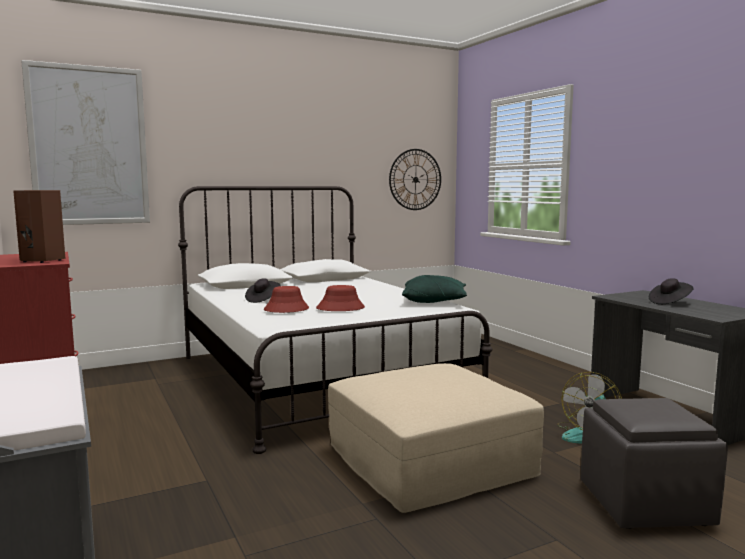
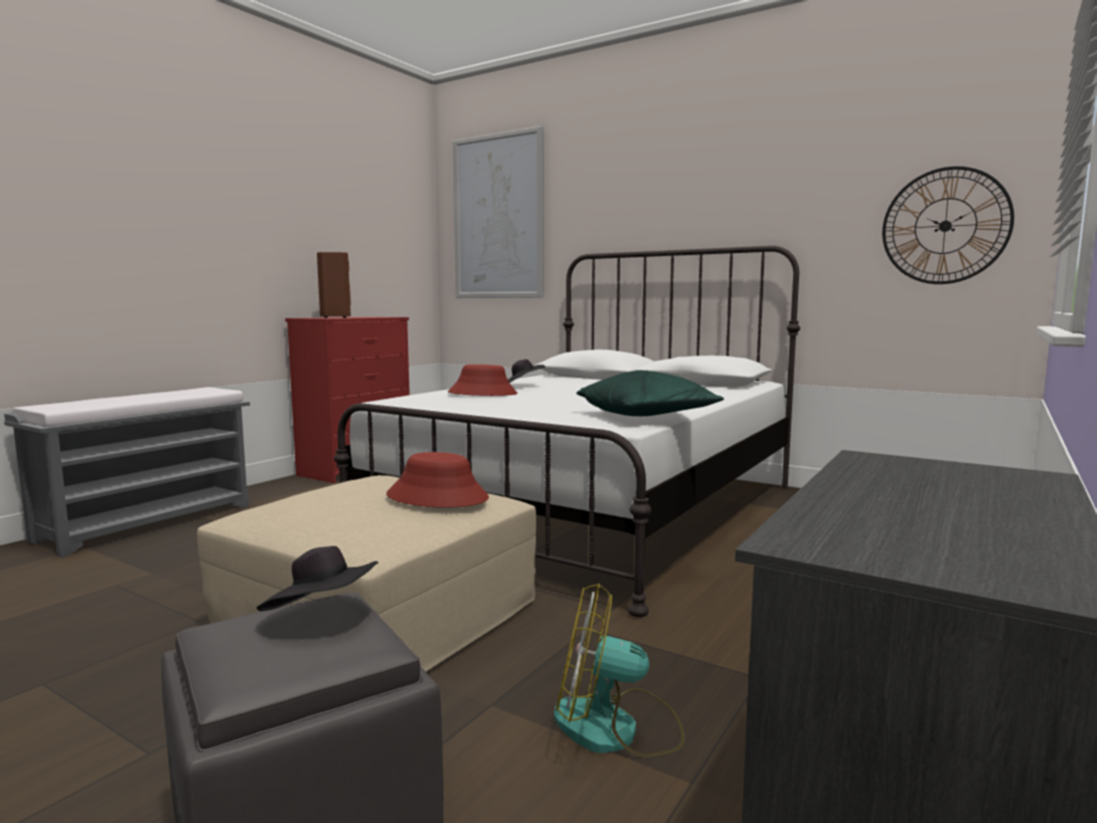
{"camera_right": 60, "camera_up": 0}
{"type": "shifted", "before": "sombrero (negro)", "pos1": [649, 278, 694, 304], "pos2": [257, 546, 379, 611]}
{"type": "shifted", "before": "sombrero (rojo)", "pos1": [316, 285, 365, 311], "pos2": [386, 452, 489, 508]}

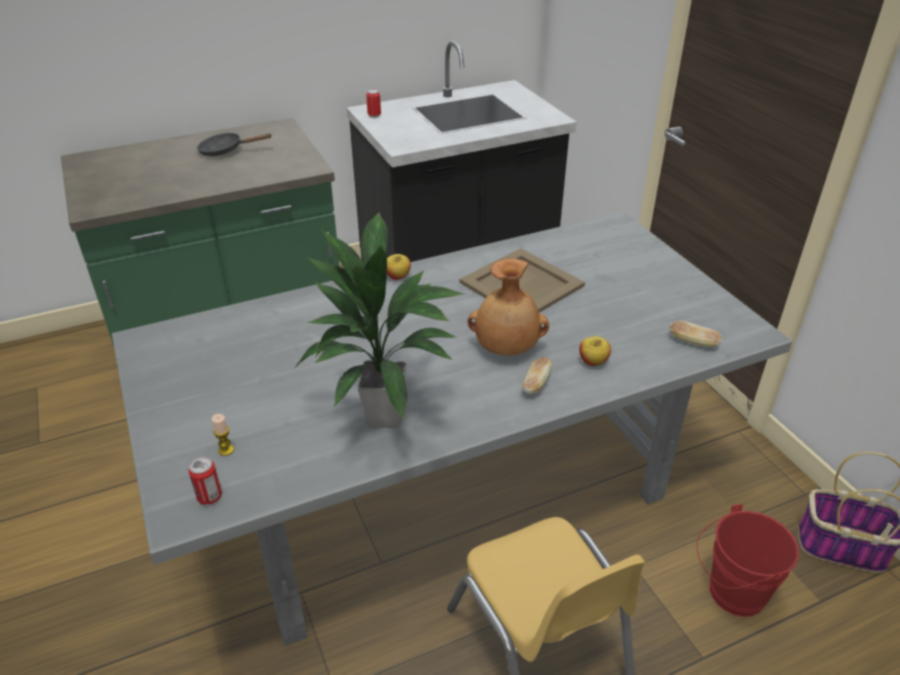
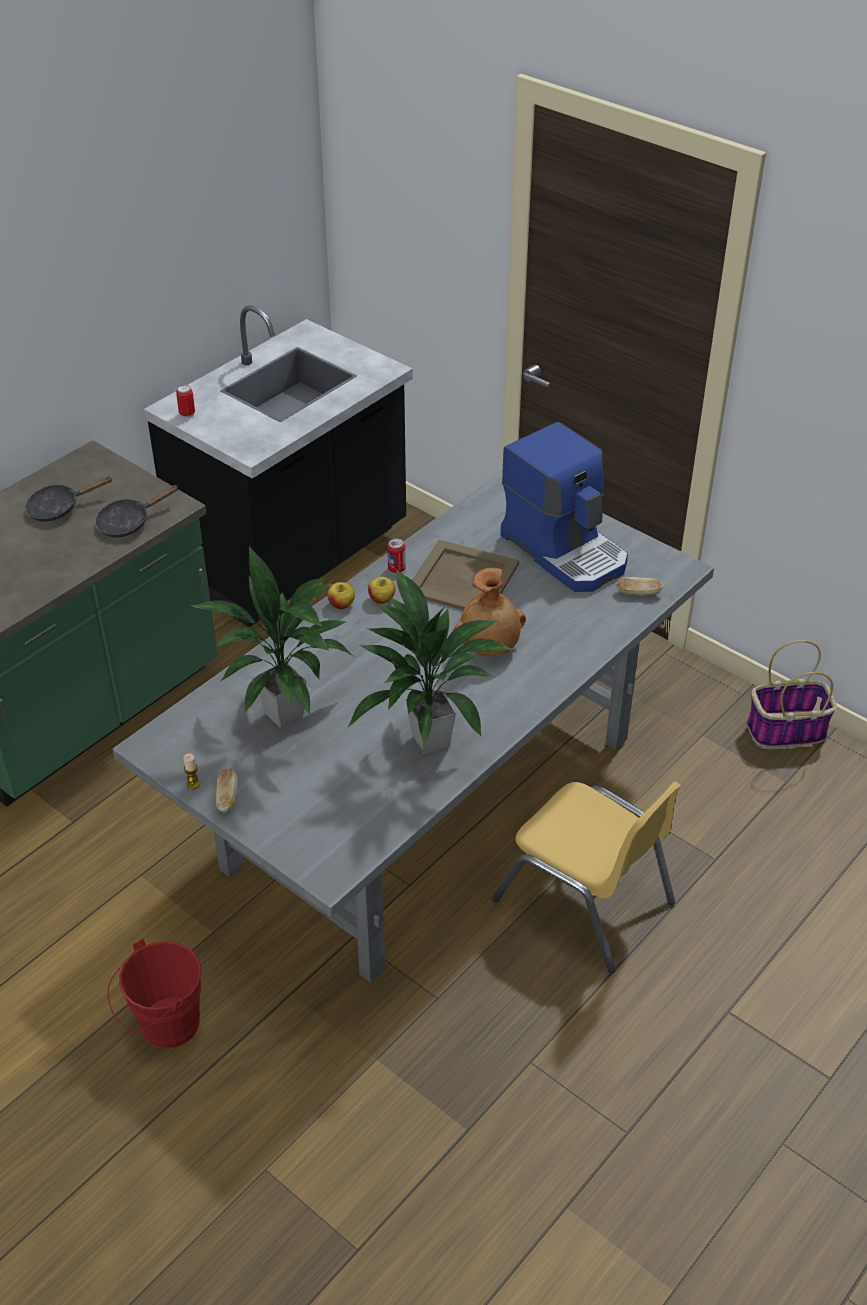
{"camera_right": -25, "camera_up": 5}
{"type": "shifted", "before": "manzana", "pos1": [579, 336, 611, 366], "pos2": [368, 577, 396, 604]}
{"type": "shifted", "before": "pan", "pos1": [522, 357, 552, 394], "pos2": [216, 768, 238, 812]}
{"type": "shifted", "before": "vela", "pos1": [212, 414, 234, 456], "pos2": [183, 753, 200, 789]}
{"type": "shifted", "before": "lata", "pos1": [188, 457, 222, 505], "pos2": [387, 538, 406, 573]}
{"type": "shifted", "before": "cubo (rojo)", "pos1": [696, 504, 799, 617], "pos2": [107, 939, 201, 1049]}
{"type": "new", "after": "cafetera", "pos2": [500, 422, 628, 592]}
{"type": "new", "after": "sartén (negro)", "pos2": [95, 485, 179, 538]}
{"type": "new", "after": "planta en maceta", "pos2": [190, 546, 353, 728]}

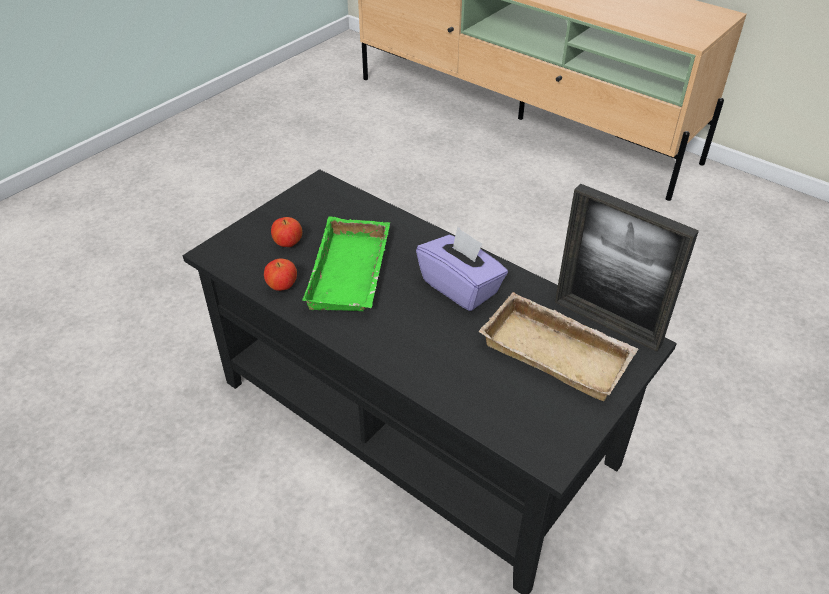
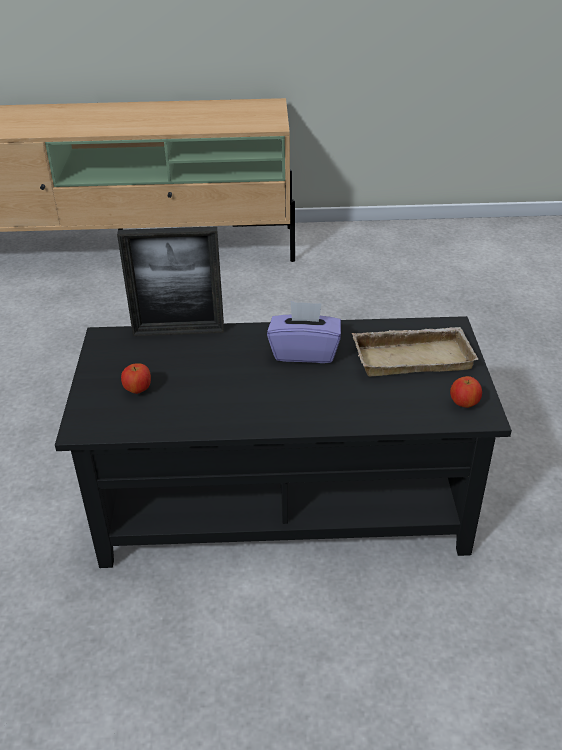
{"camera_right": -40, "camera_up": -5}
{"type": "shifted", "before": "portarretratos", "pos1": [555, 184, 699, 352], "pos2": [117, 226, 224, 336]}
{"type": "gone", "before": "bandeja (verde)", "pos1": [302, 217, 390, 311]}
{"type": "shifted", "before": "manzana", "pos1": [264, 258, 297, 291], "pos2": [450, 376, 482, 408]}

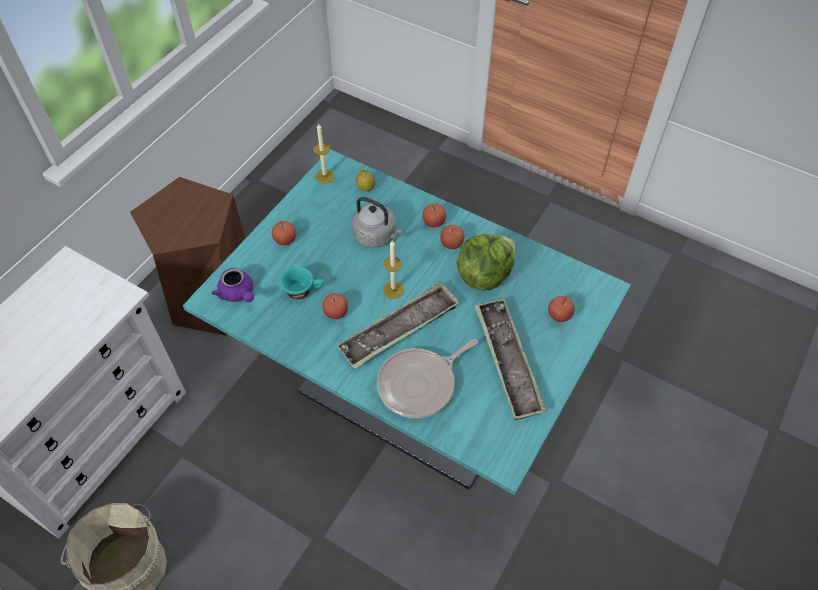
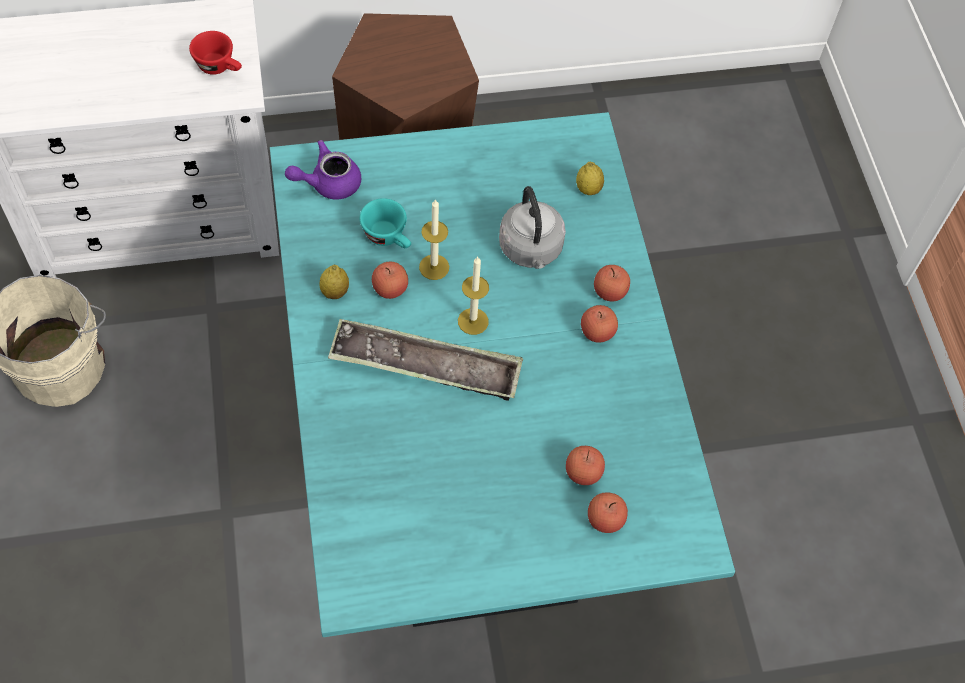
{"camera_right": 45, "camera_up": 5}
{"type": "shifted", "before": "vela", "pos1": [313, 123, 335, 184], "pos2": [419, 199, 449, 280]}
{"type": "shifted", "before": "manzana", "pos1": [272, 221, 296, 245], "pos2": [566, 446, 605, 485]}
{"type": "gone", "before": "lechuga", "pos1": [457, 234, 515, 290]}
{"type": "rotated", "before": "tetera (morado)", "pos1": [212, 268, 254, 302], "pos2": [285, 140, 361, 200], "turn": 60}
{"type": "gone", "before": "bandeja", "pos1": [475, 299, 547, 420]}
{"type": "gone", "before": "sartén", "pos1": [377, 339, 478, 418]}
{"type": "new", "after": "taza (rojo)", "pos2": [189, 31, 242, 75]}
{"type": "new", "after": "limón", "pos2": [320, 265, 349, 299]}

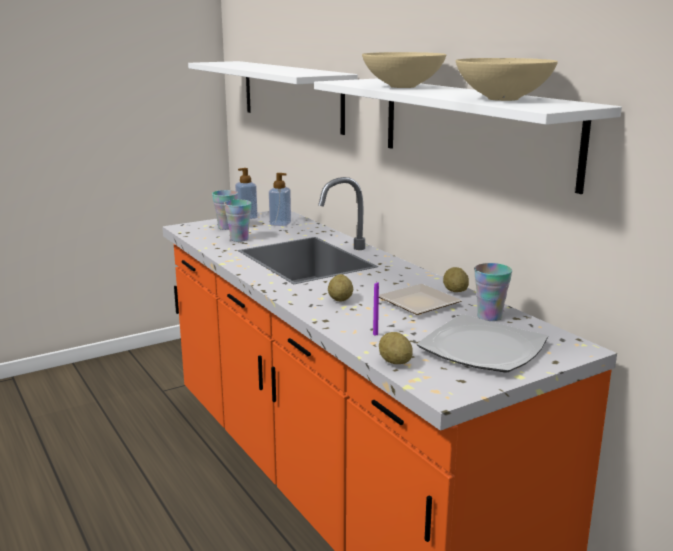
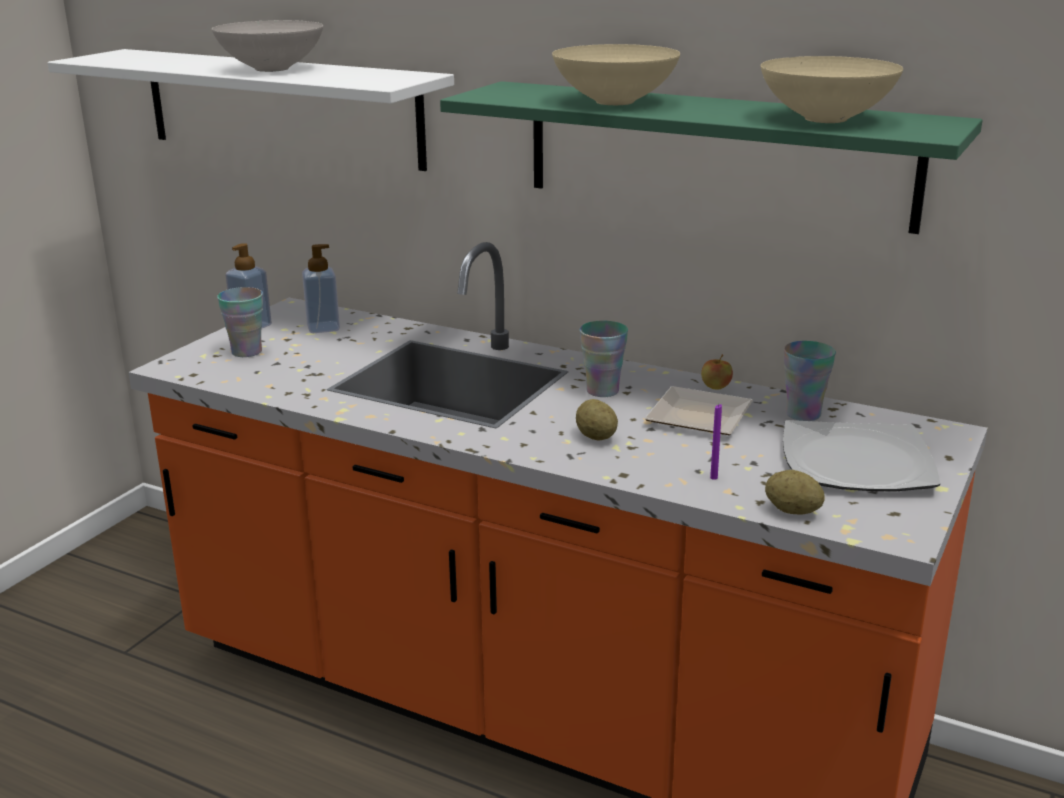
{"camera_right": -30, "camera_up": 5}
{"type": "repainted", "before": "estante (blanco)", "after": "estante (verde)", "pos1": [314, 79, 622, 194], "pos2": [440, 81, 983, 234]}
{"type": "shifted", "before": "taza", "pos1": [224, 200, 252, 242], "pos2": [580, 321, 628, 397]}
{"type": "swapped", "before": "patata", "after": "manzana", "pos1": [443, 267, 469, 292], "pos2": [701, 354, 733, 390]}
{"type": "new", "after": "cuenco (blanco)", "pos2": [212, 20, 323, 72]}

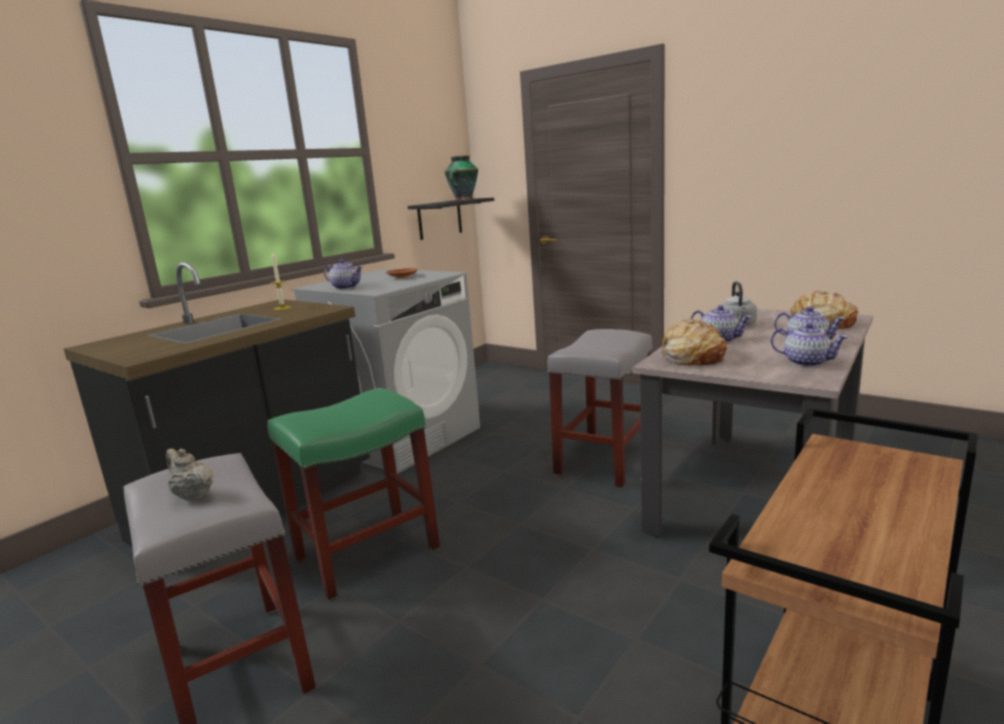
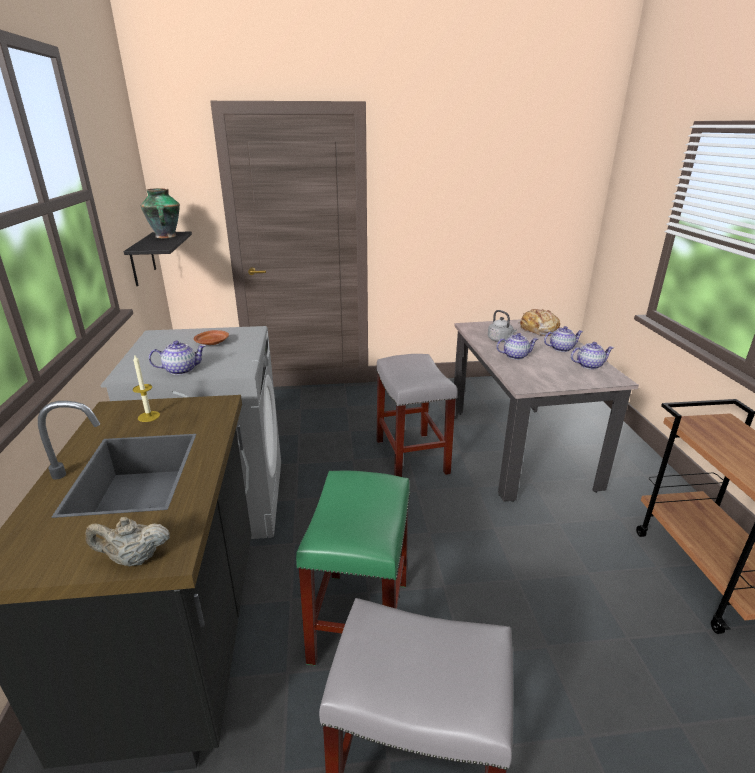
{"camera_right": -45, "camera_up": 10}
{"type": "gone", "before": "pan", "pos1": [660, 319, 727, 365]}
{"type": "shifted", "before": "tetera (beis)", "pos1": [166, 448, 213, 501], "pos2": [85, 517, 170, 566]}

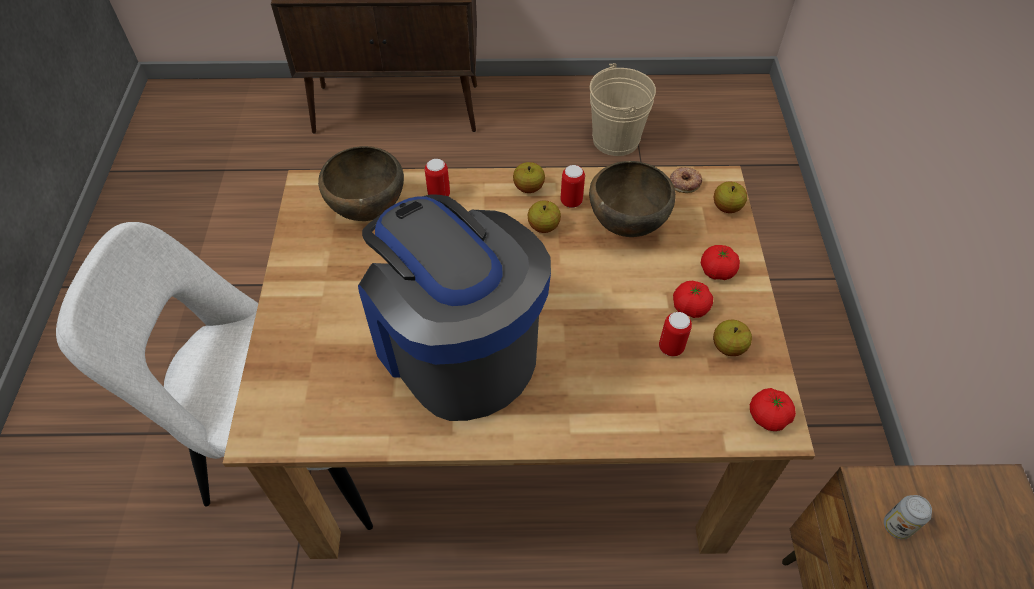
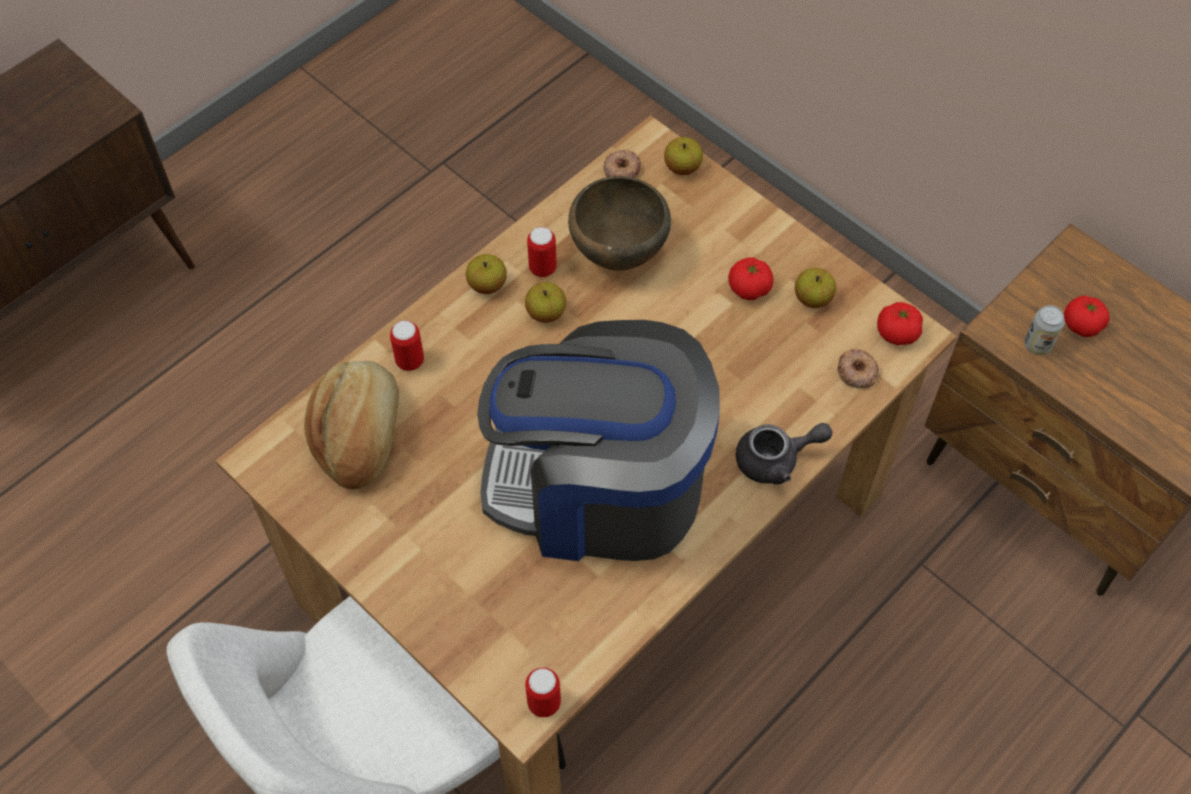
{"camera_right": -45, "camera_up": 5}
{"type": "gone", "before": "cubo (beis)", "pos1": [590, 63, 656, 156]}
{"type": "swapped", "before": "cuenco (marrón)", "after": "pan", "pos1": [318, 146, 404, 221], "pos2": [304, 361, 399, 490]}
{"type": "shifted", "before": "tomate", "pos1": [701, 245, 740, 280], "pos2": [1064, 295, 1110, 337]}
{"type": "shifted", "before": "lata", "pos1": [659, 312, 692, 356], "pos2": [525, 668, 561, 717]}
{"type": "new", "after": "rosquilla", "pos2": [837, 349, 879, 389]}
{"type": "new", "after": "tetera (gris)", "pos2": [736, 423, 833, 485]}

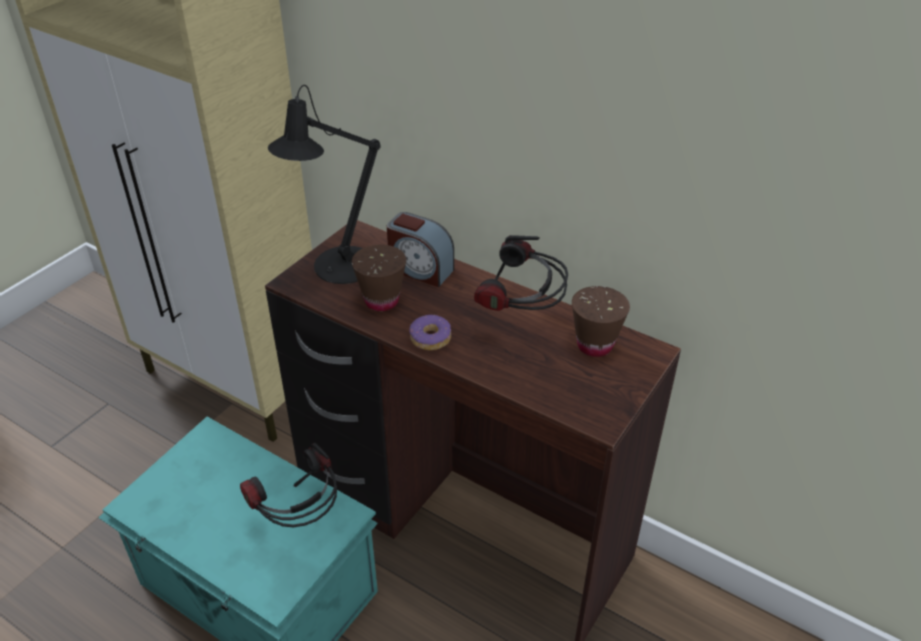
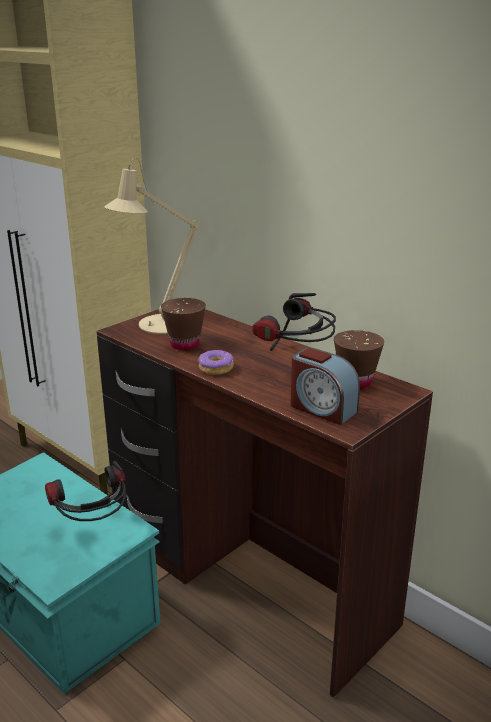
{"camera_right": 10, "camera_up": -15}
{"type": "repainted", "before": "lámpara de mesa (negro)", "after": "lámpara de mesa (beis)", "pos1": [268, 85, 381, 284], "pos2": [104, 157, 199, 334]}
{"type": "shifted", "before": "despertador", "pos1": [387, 212, 454, 287], "pos2": [290, 348, 360, 425]}

